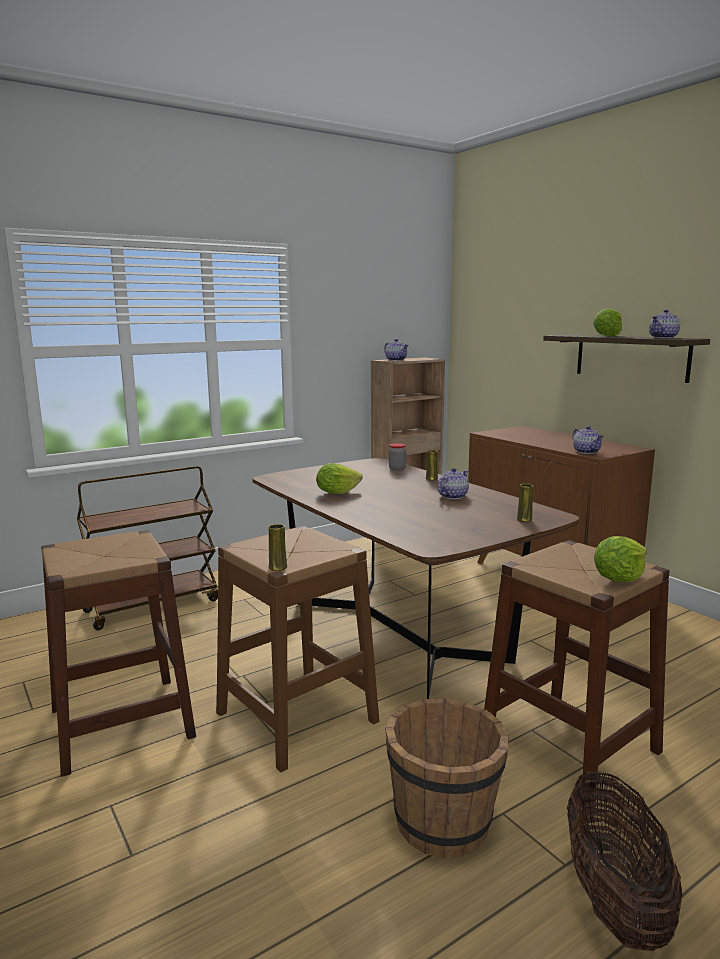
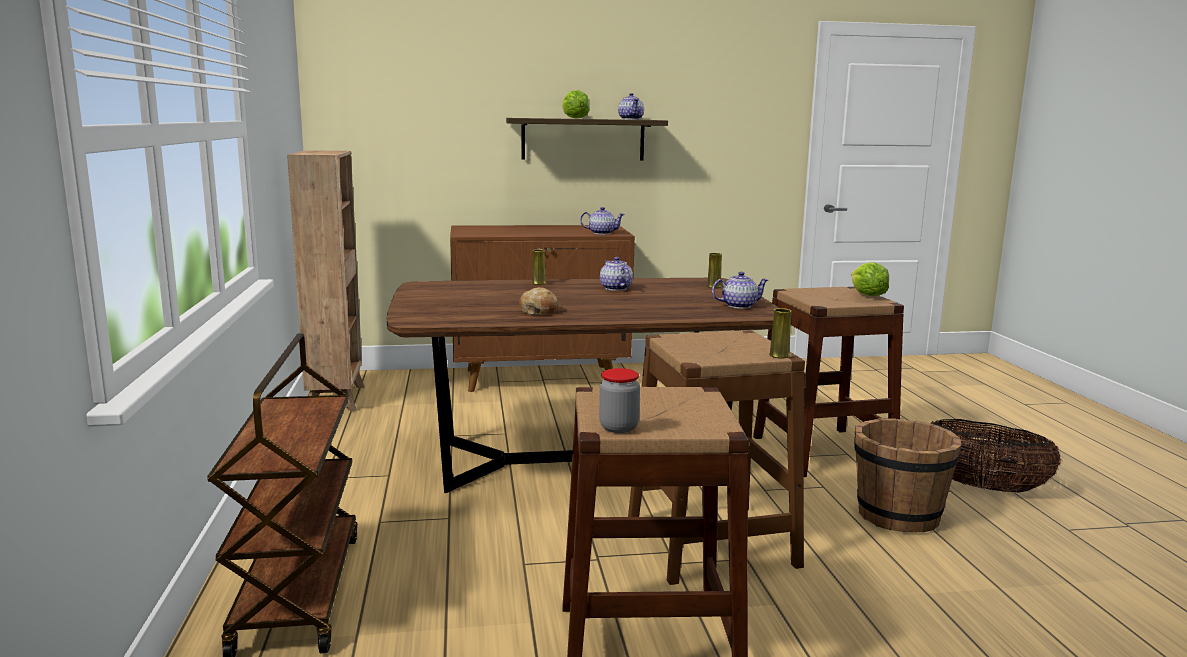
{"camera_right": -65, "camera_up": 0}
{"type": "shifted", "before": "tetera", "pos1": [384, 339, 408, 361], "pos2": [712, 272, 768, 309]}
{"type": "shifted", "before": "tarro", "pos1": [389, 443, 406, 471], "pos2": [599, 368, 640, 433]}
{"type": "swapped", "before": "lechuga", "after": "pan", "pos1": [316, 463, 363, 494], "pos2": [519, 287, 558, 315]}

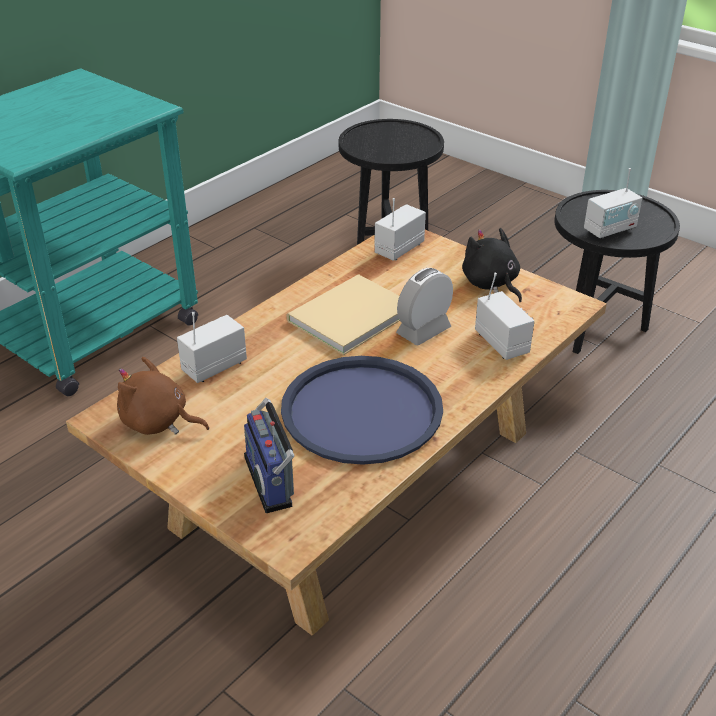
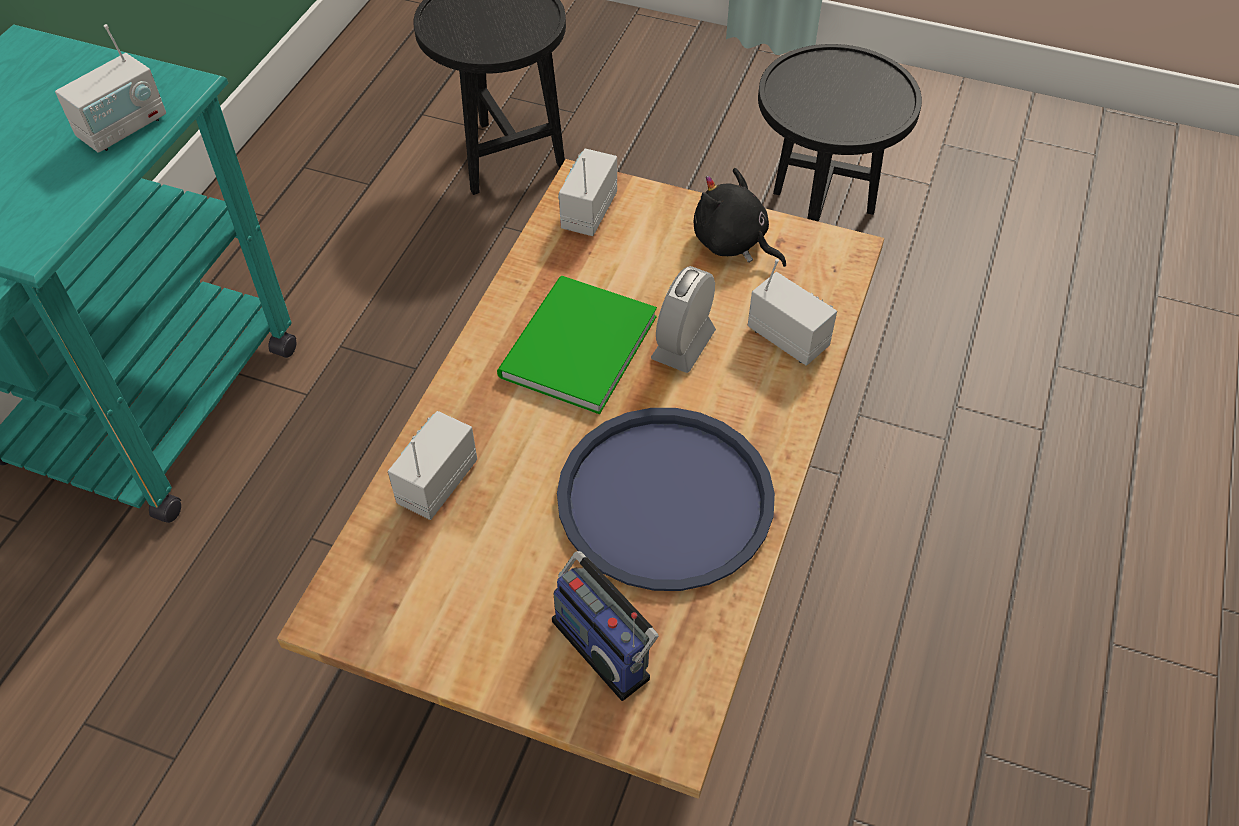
{"camera_right": -20, "camera_up": 15}
{"type": "shifted", "before": "radio", "pos1": [584, 168, 643, 239], "pos2": [55, 24, 166, 153]}
{"type": "repainted", "before": "libro (beis)", "after": "libro (verde)", "pos1": [287, 274, 400, 355], "pos2": [497, 276, 657, 414]}
{"type": "gone", "before": "peluche (marrón)", "pos1": [117, 357, 209, 435]}

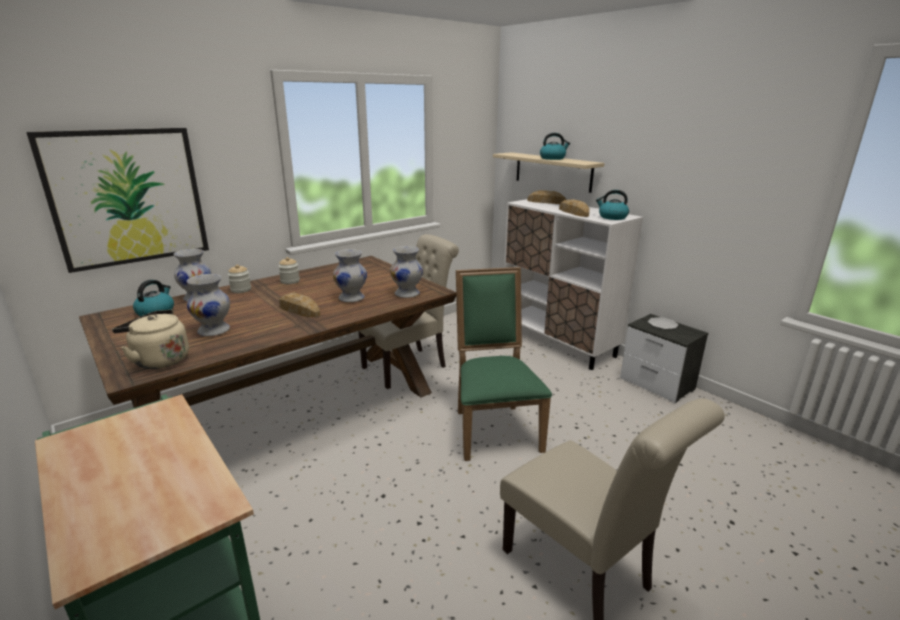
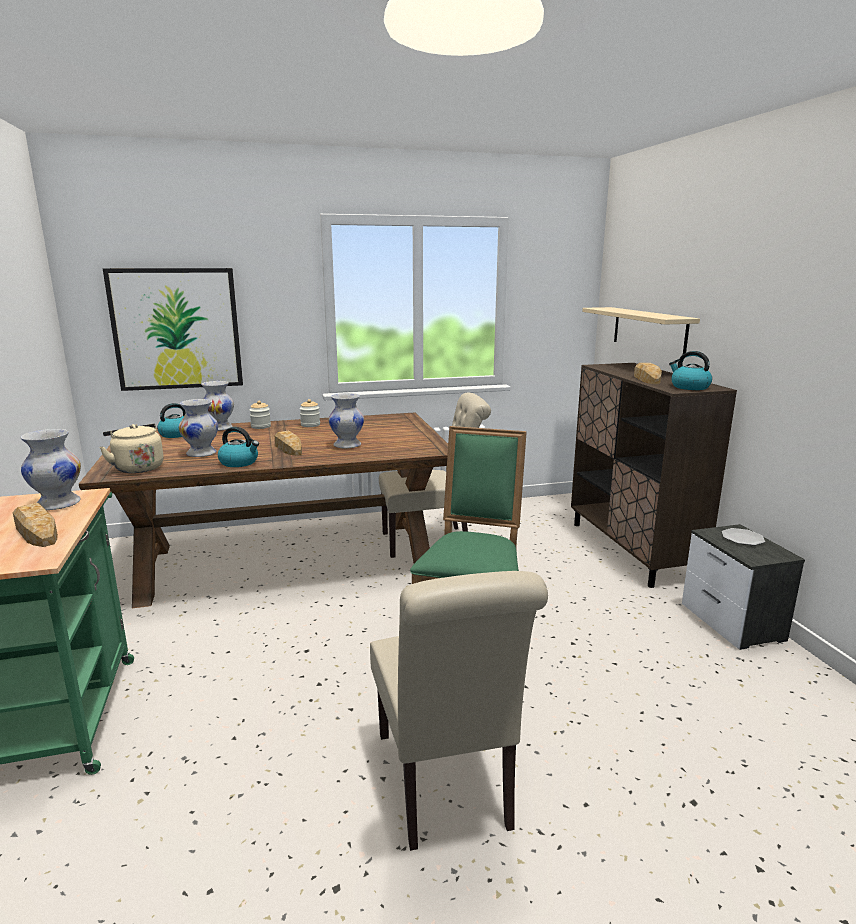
{"camera_right": 25, "camera_up": -5}
{"type": "shifted", "before": "hervidor", "pos1": [540, 133, 570, 160], "pos2": [218, 427, 259, 467]}
{"type": "shifted", "before": "pan", "pos1": [527, 190, 566, 204], "pos2": [13, 503, 58, 547]}
{"type": "repainted", "before": "armario (blanco)", "after": "armario (marrón)", "pos1": [504, 199, 643, 370], "pos2": [571, 363, 737, 588]}
{"type": "shifted", "before": "florero (blanco)", "pos1": [390, 246, 423, 298], "pos2": [21, 429, 81, 510]}

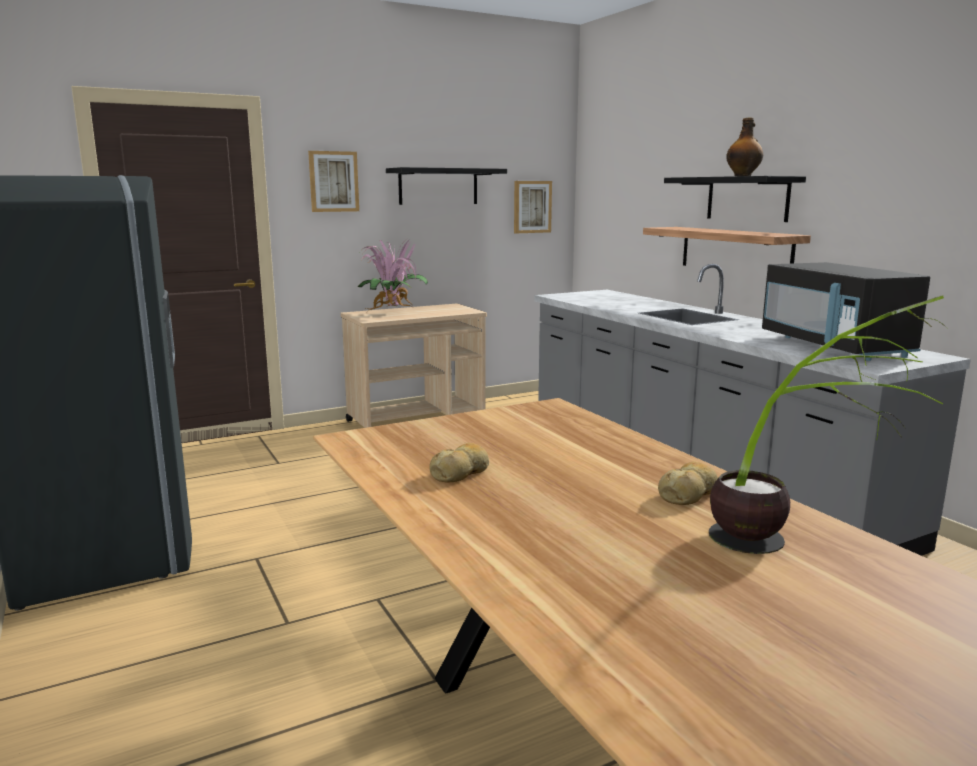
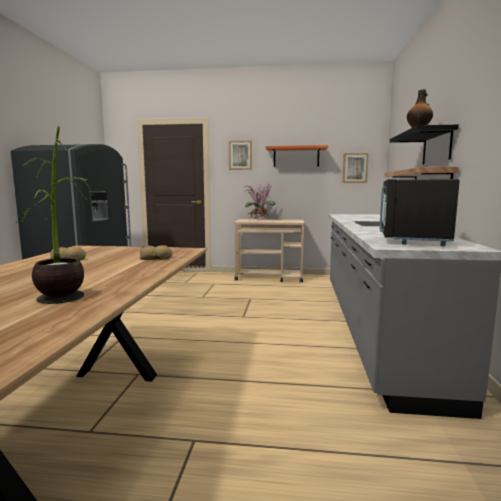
{"camera_right": 35, "camera_up": -5}
{"type": "repainted", "before": "estante (negro)", "after": "estante (naranja)", "pos1": [386, 167, 507, 205], "pos2": [266, 145, 328, 167]}
{"type": "shifted", "before": "pan", "pos1": [658, 461, 718, 505], "pos2": [140, 245, 172, 260]}

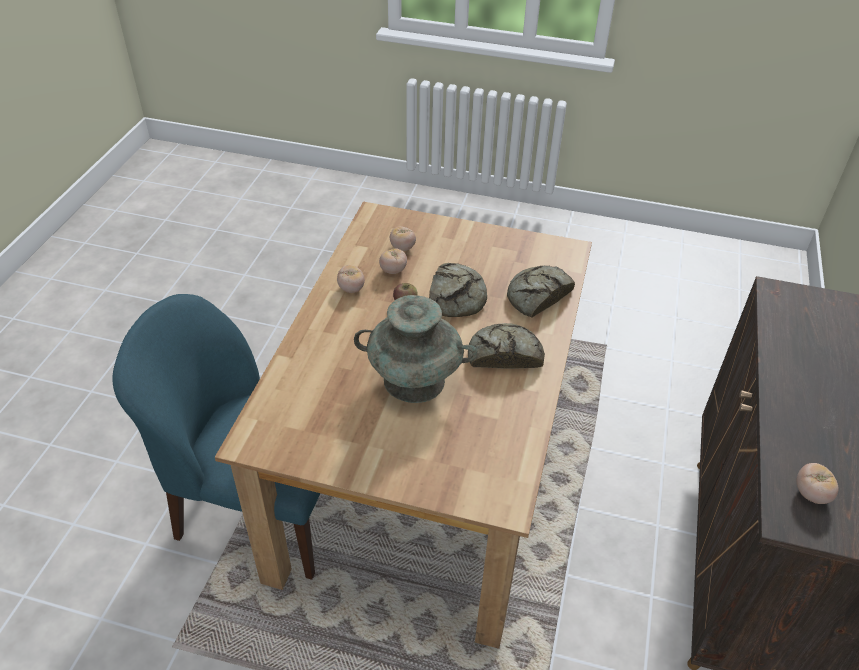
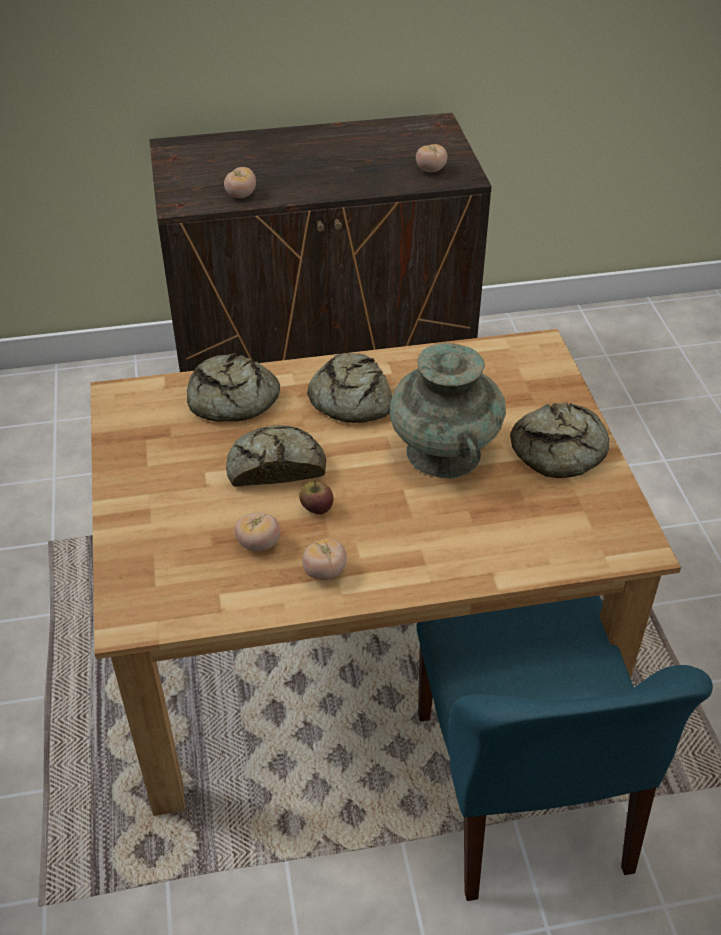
{"camera_right": -115, "camera_up": 0}
{"type": "shifted", "before": "tomate", "pos1": [390, 226, 416, 251], "pos2": [224, 167, 256, 198]}
{"type": "new", "after": "pan", "pos2": [510, 403, 609, 478]}

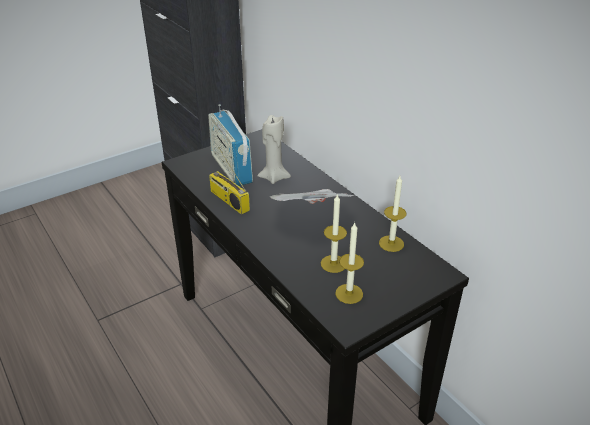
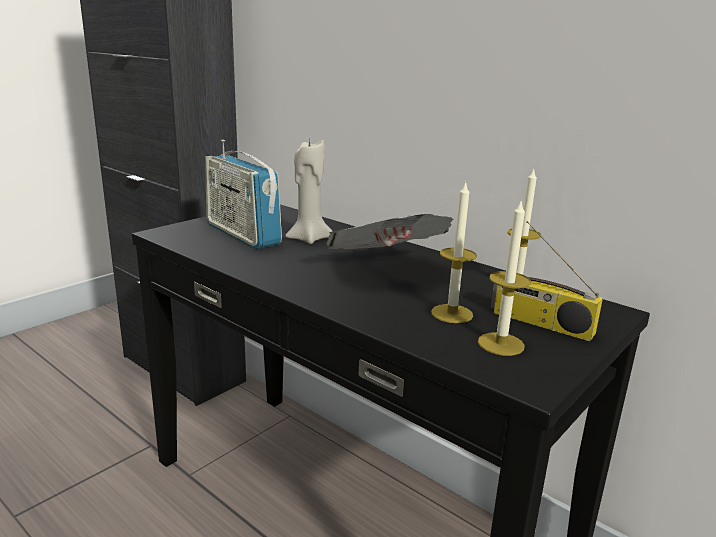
{"camera_right": -15, "camera_up": -15}
{"type": "shifted", "before": "radio", "pos1": [209, 147, 250, 215], "pos2": [491, 221, 603, 341]}

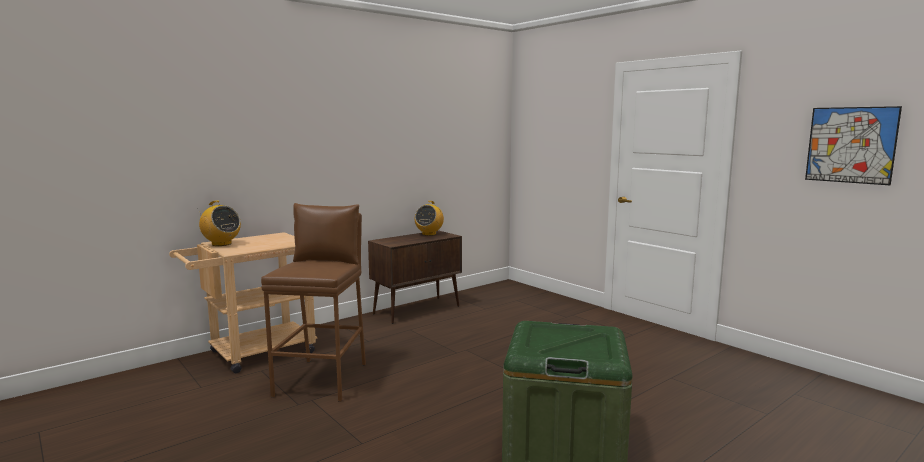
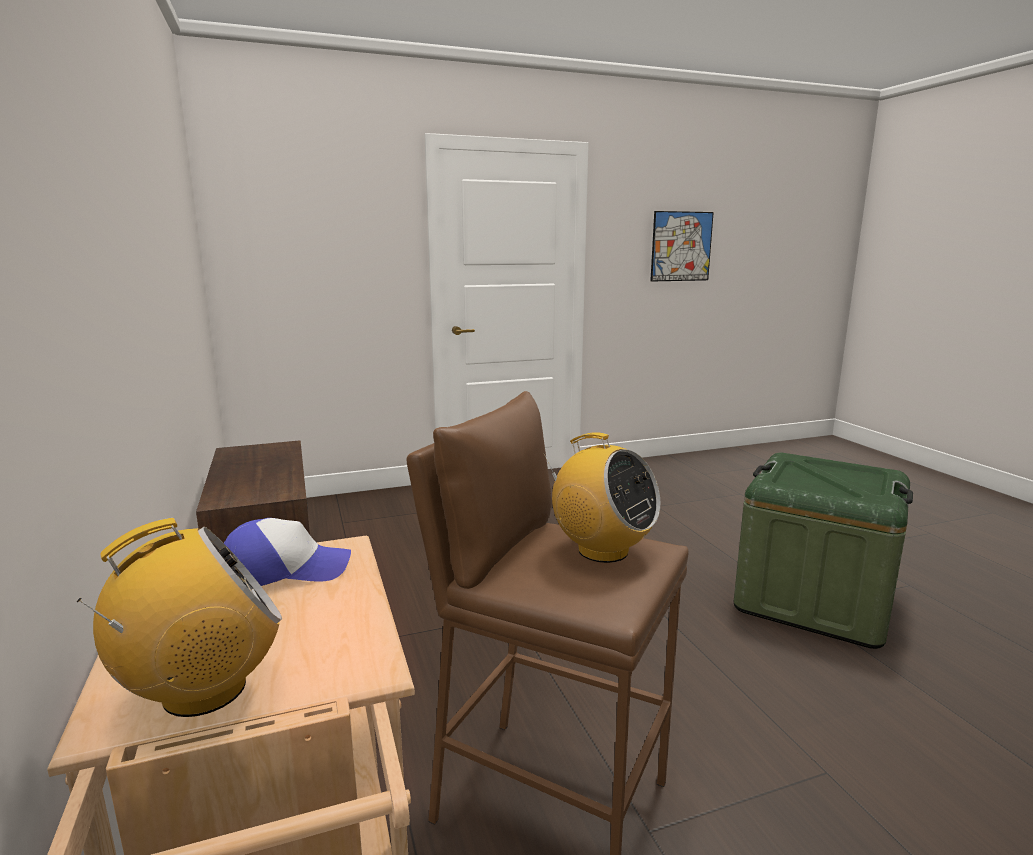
{"camera_right": -70, "camera_up": 5}
{"type": "shifted", "before": "radio", "pos1": [415, 201, 444, 236], "pos2": [543, 432, 660, 563]}
{"type": "new", "after": "gorra", "pos2": [224, 518, 351, 586]}

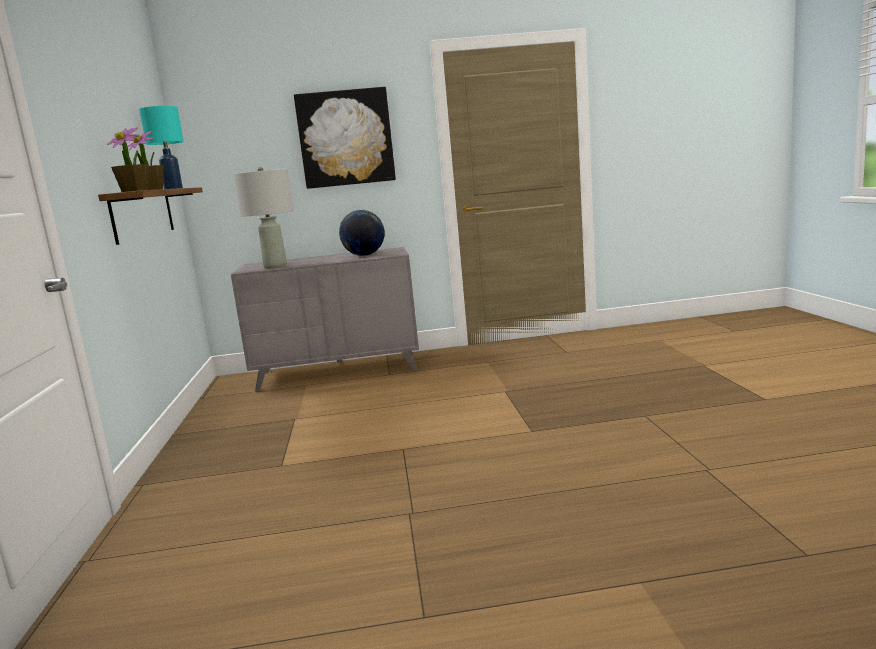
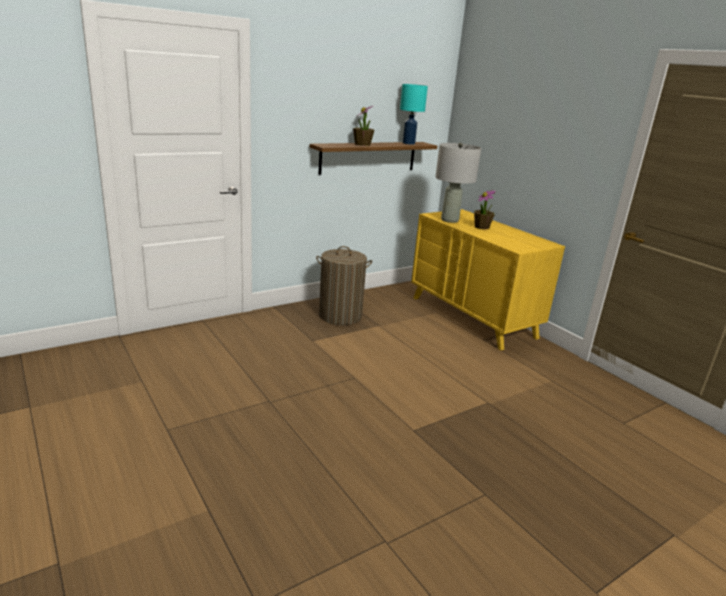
{"camera_right": 60, "camera_up": 10}
{"type": "gone", "before": "cuadro", "pos1": [294, 87, 396, 189]}
{"type": "shifted", "before": "planta en maceta", "pos1": [107, 128, 149, 192], "pos2": [474, 190, 495, 229]}
{"type": "gone", "before": "globo terráqueo", "pos1": [339, 210, 385, 256]}
{"type": "repainted", "before": "cómoda (gris)", "after": "cómoda (amarillo)", "pos1": [231, 247, 419, 392], "pos2": [411, 209, 565, 350]}
{"type": "new", "after": "cesto de la ropa", "pos2": [316, 246, 372, 325]}

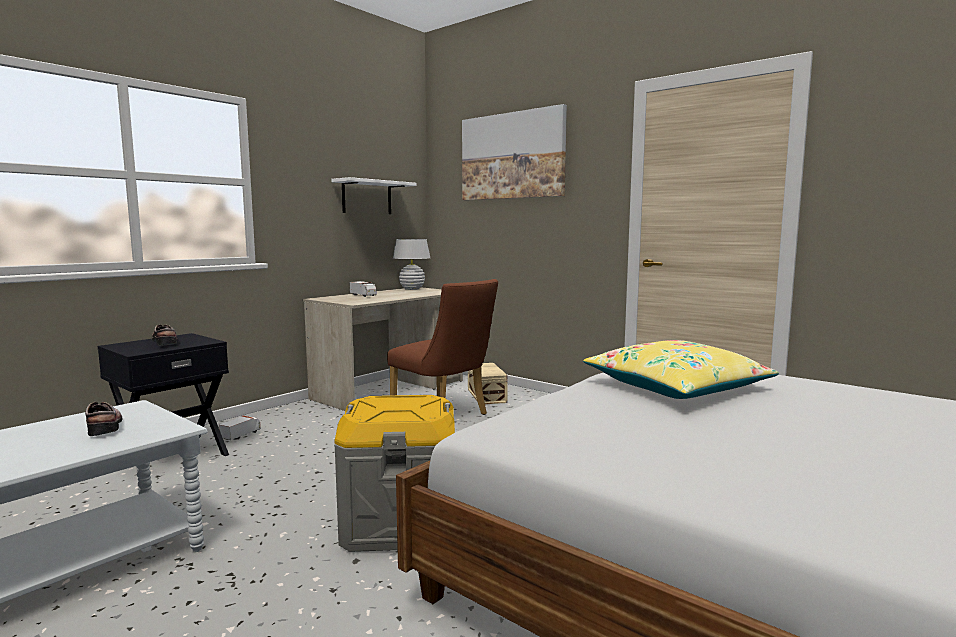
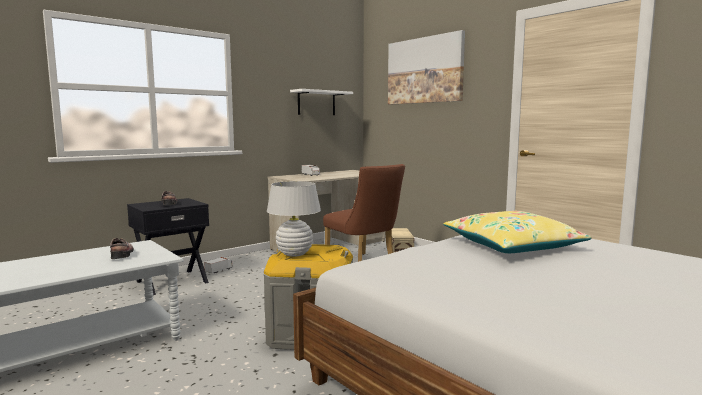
{"camera_right": 10, "camera_up": 0}
{"type": "shifted", "before": "lámpara de mesa (blanco)", "pos1": [393, 239, 430, 290], "pos2": [267, 181, 321, 257]}

